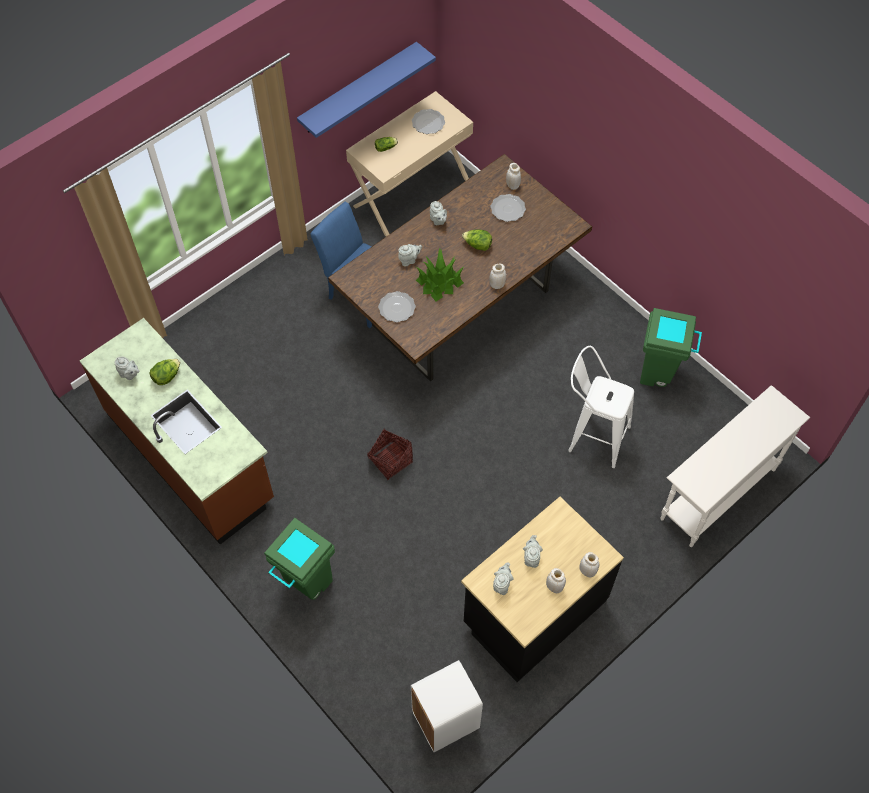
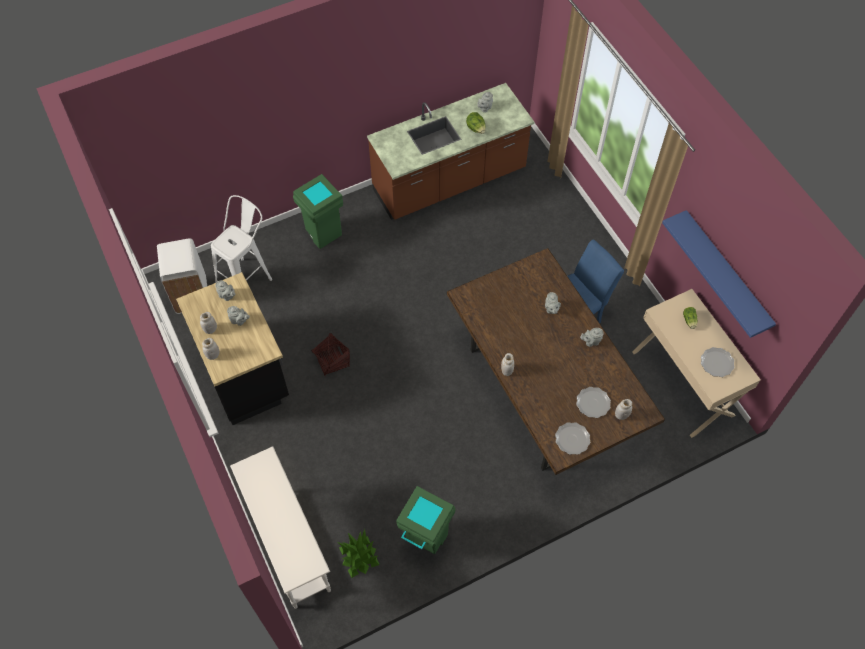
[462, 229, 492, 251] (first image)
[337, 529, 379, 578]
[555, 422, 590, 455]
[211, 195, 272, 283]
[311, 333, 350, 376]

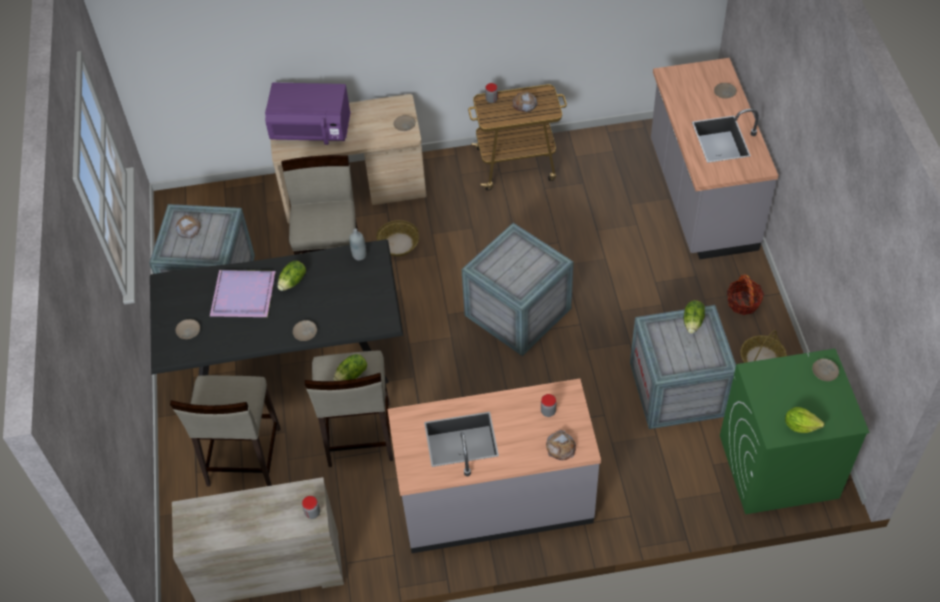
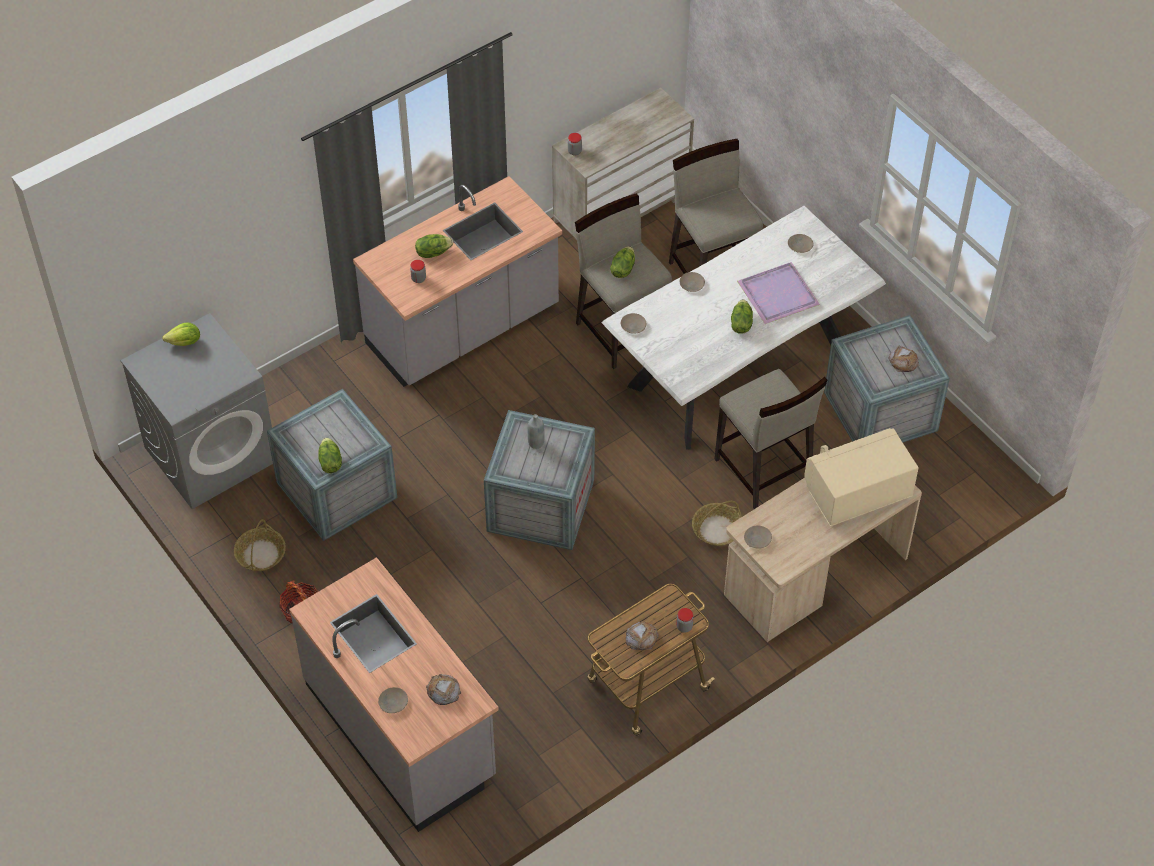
[804, 428, 919, 526]
[527, 414, 545, 449]
[601, 206, 886, 450]
[120, 313, 273, 509]
[621, 313, 646, 334]
[426, 674, 461, 705]
[415, 234, 453, 258]

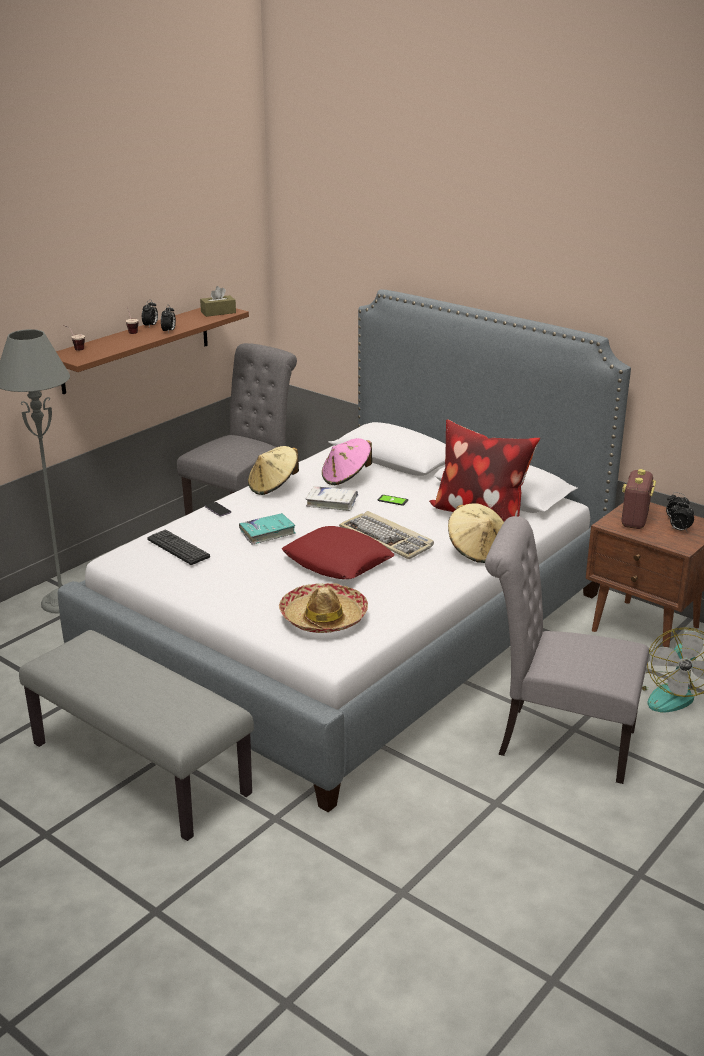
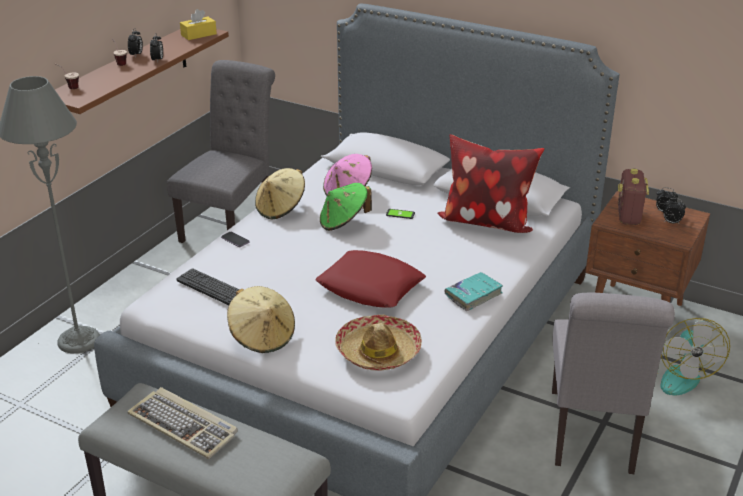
[180, 9, 217, 40]
[320, 183, 372, 231]
[227, 286, 295, 353]
[127, 387, 237, 459]
[445, 272, 503, 311]
[552, 293, 675, 474]

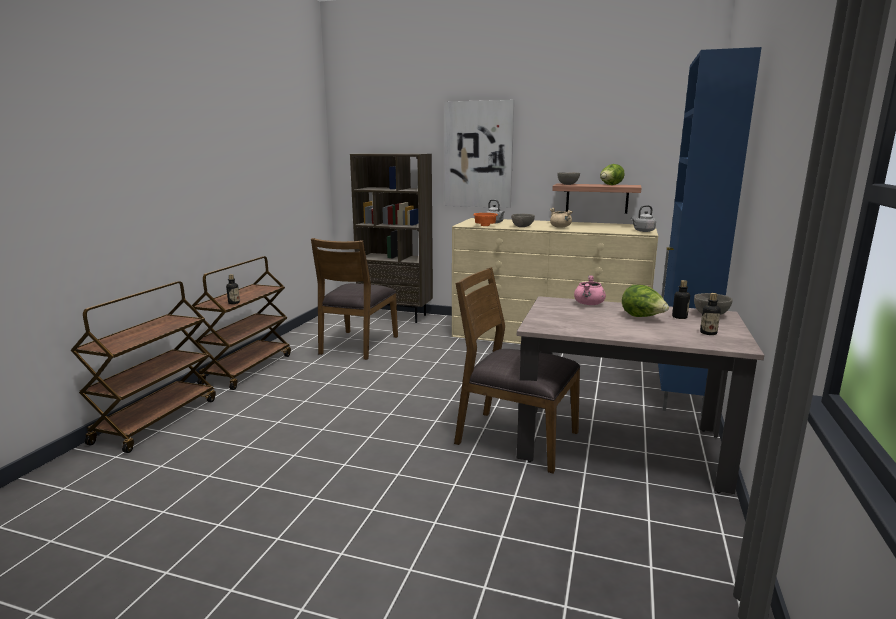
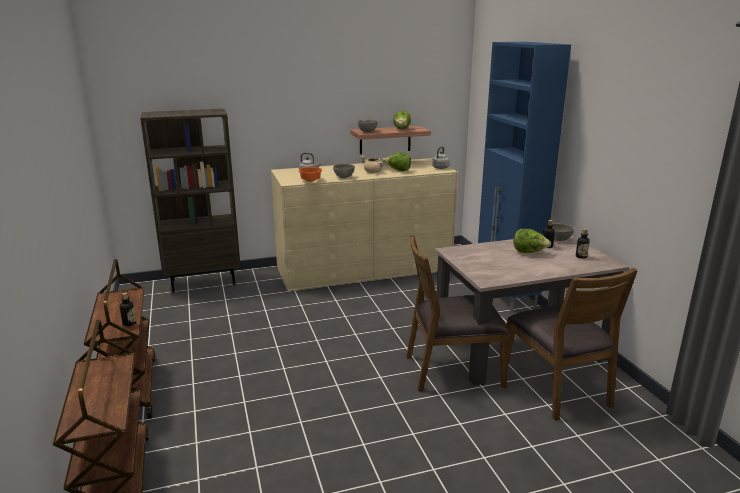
[444, 100, 514, 208] (first image)
[507, 268, 637, 421]
[574, 275, 606, 305] (first image)
[385, 152, 411, 171]

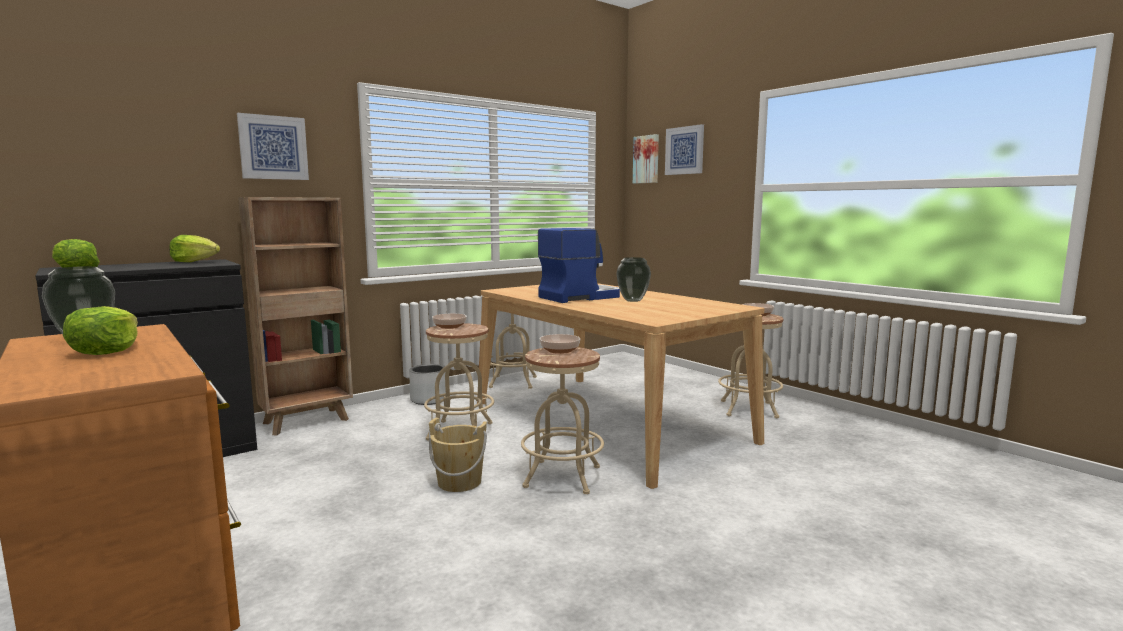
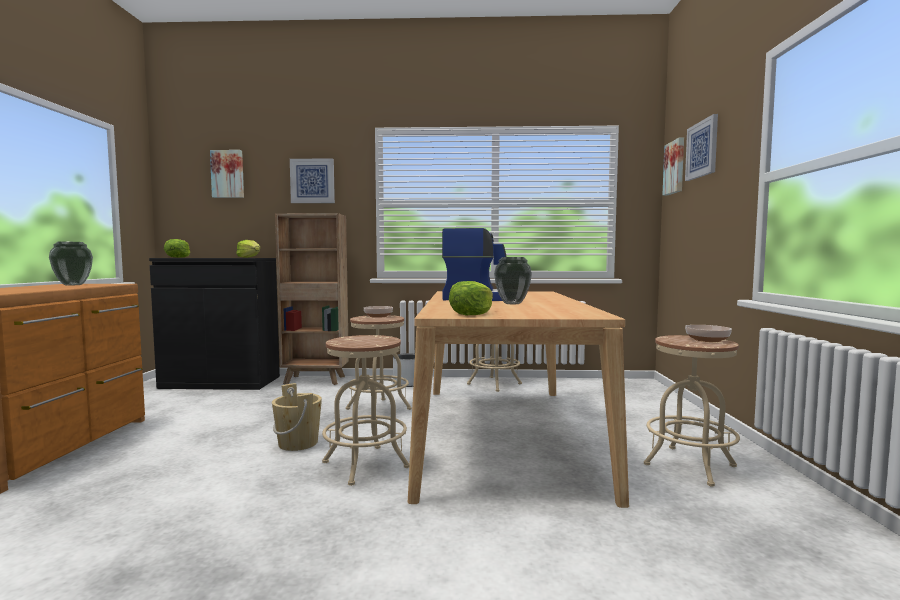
[449, 281, 493, 315]
[540, 334, 580, 354] (first image)
[210, 150, 244, 198]

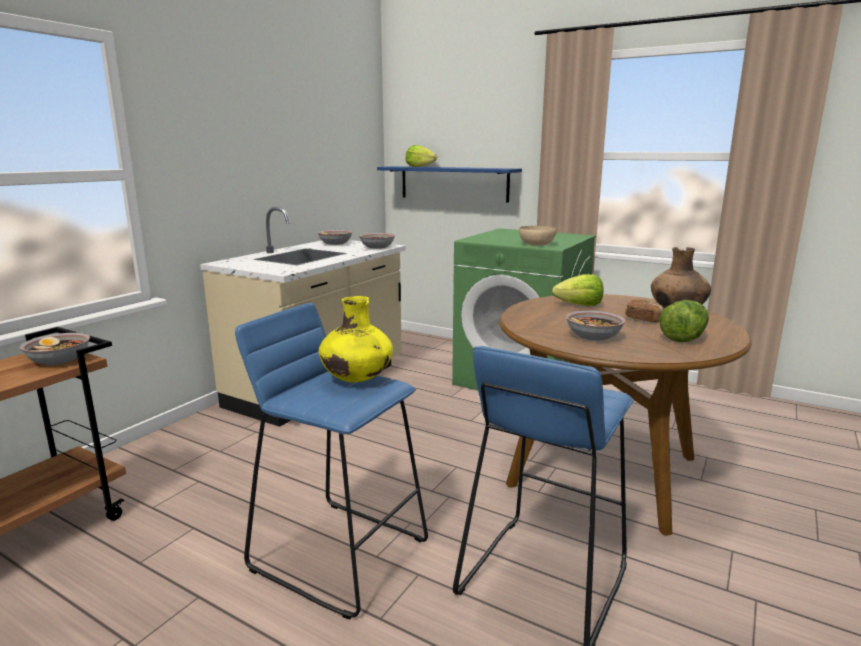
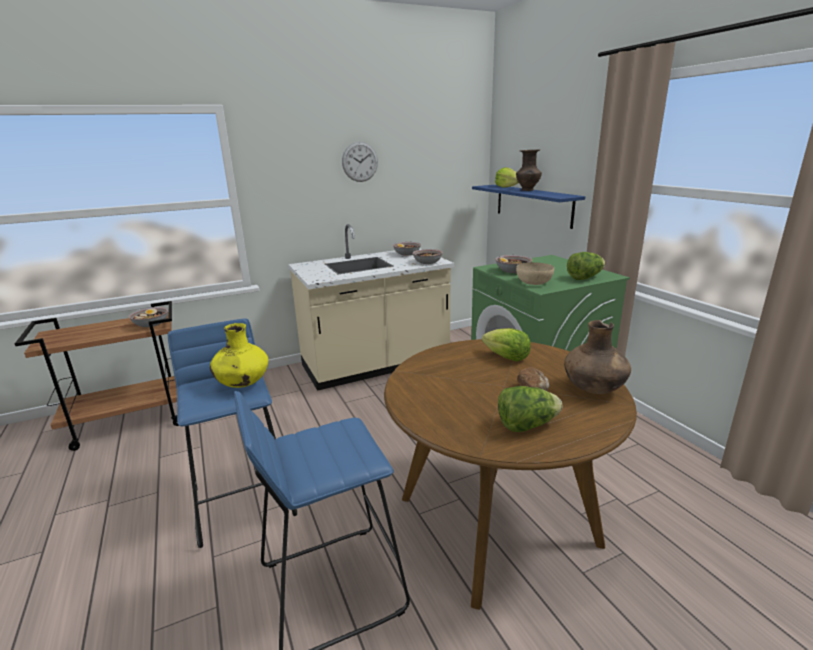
[495, 255, 533, 273]
[342, 142, 378, 182]
[516, 149, 542, 191]
[567, 252, 605, 280]

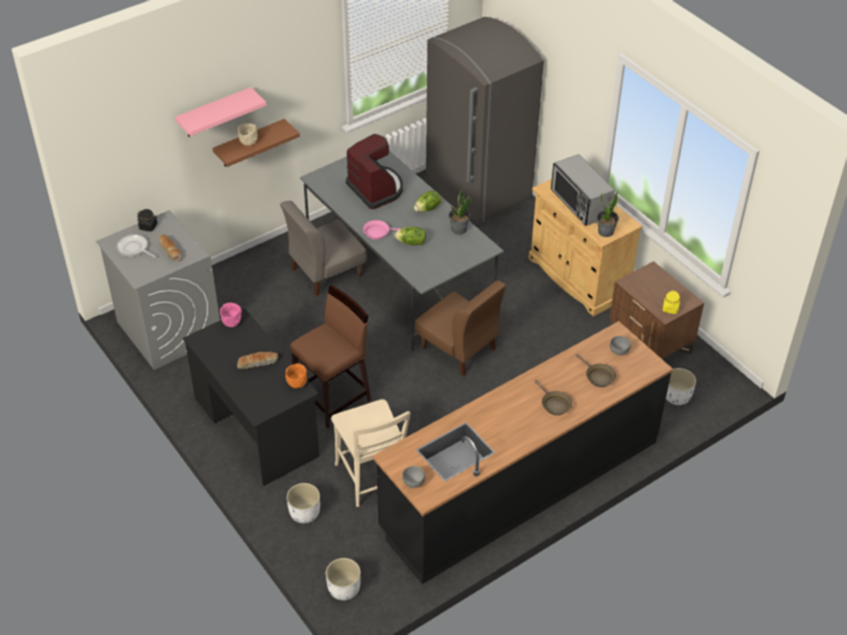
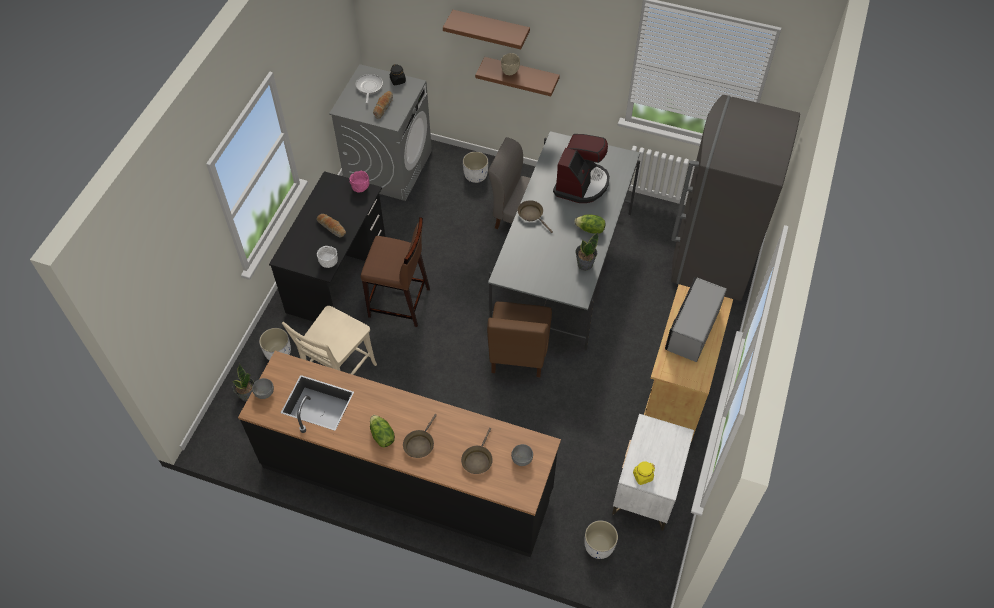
[443, 10, 530, 49]
[232, 364, 254, 402]
[517, 200, 553, 233]
[370, 415, 395, 447]
[612, 414, 694, 531]
[317, 246, 338, 268]
[463, 152, 488, 183]

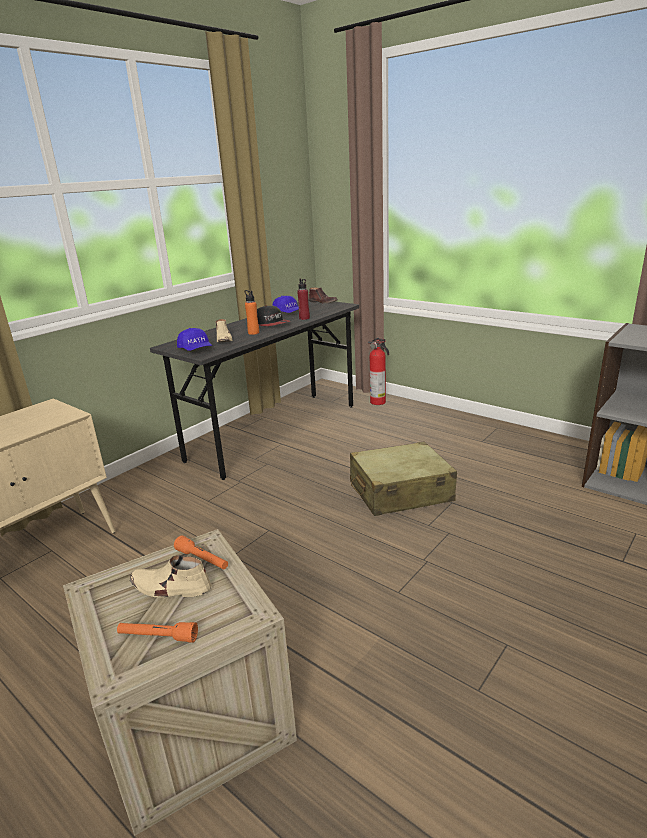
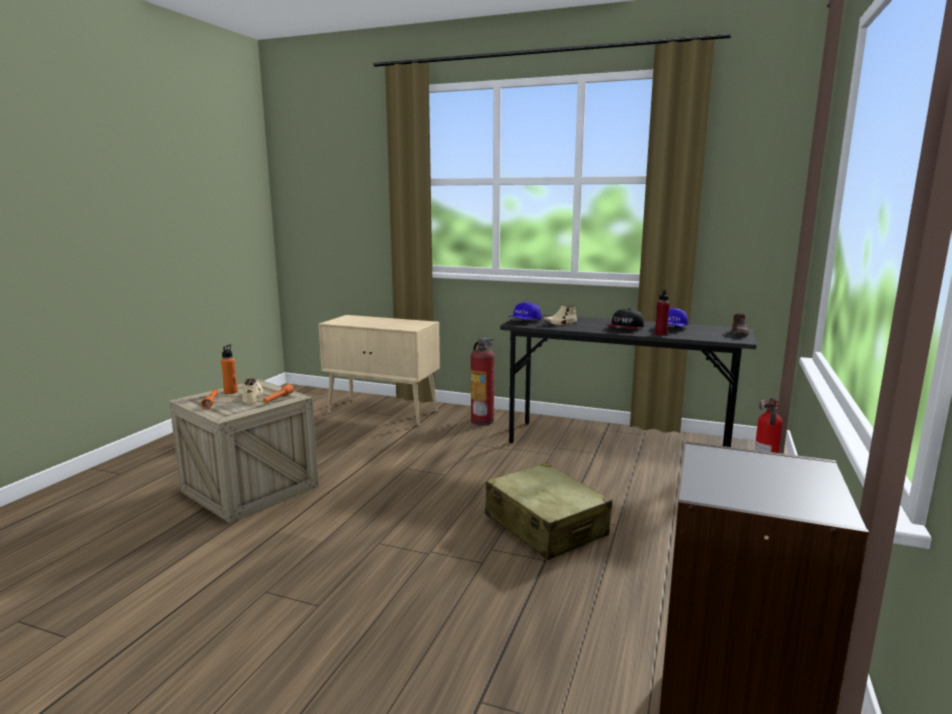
[221, 345, 238, 394]
[471, 338, 494, 425]

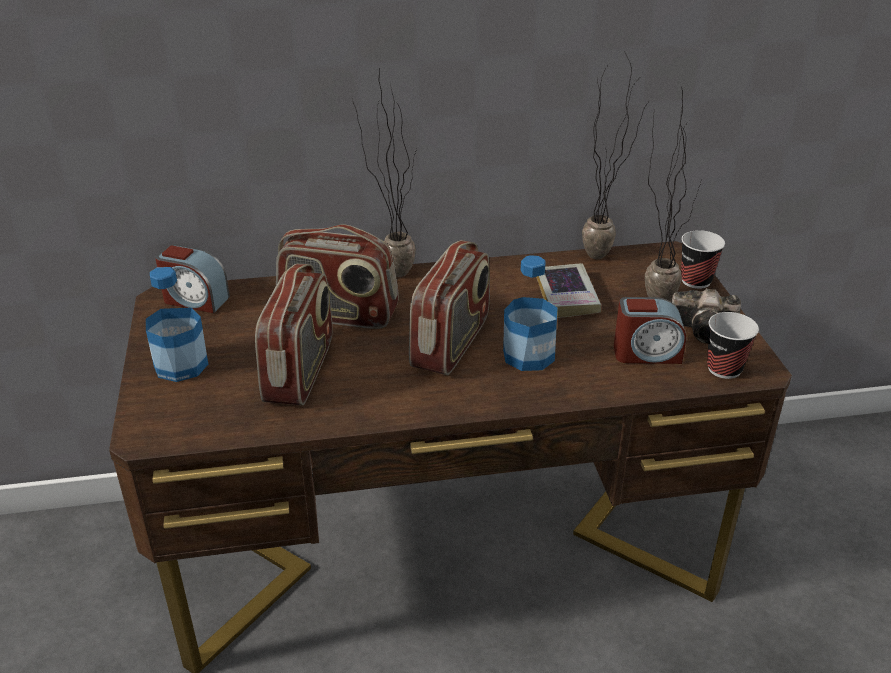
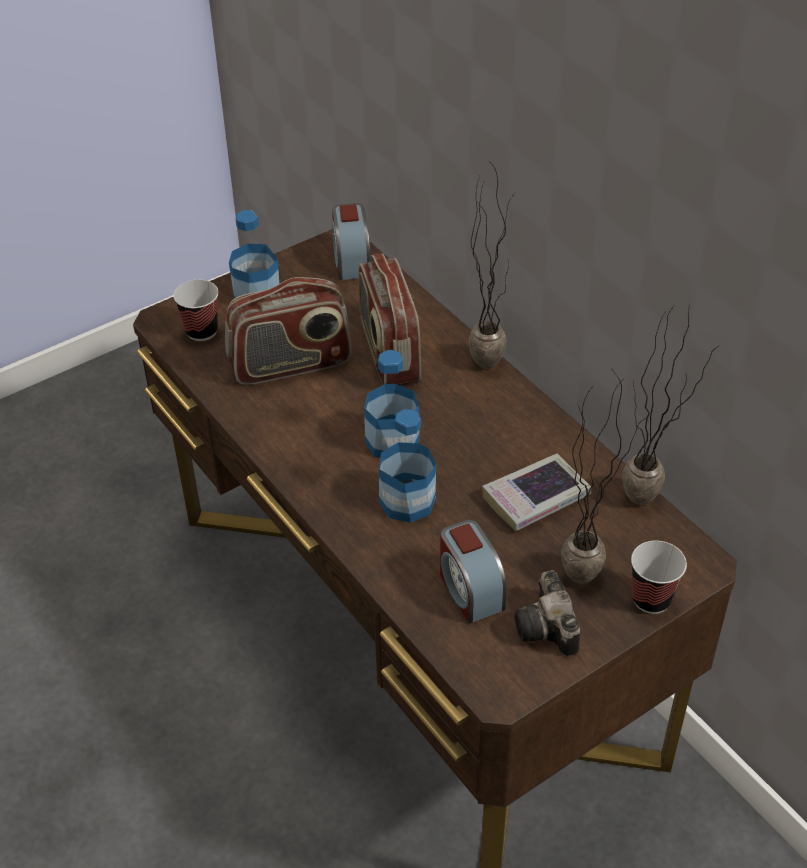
[364, 350, 420, 458]
[173, 280, 218, 341]

